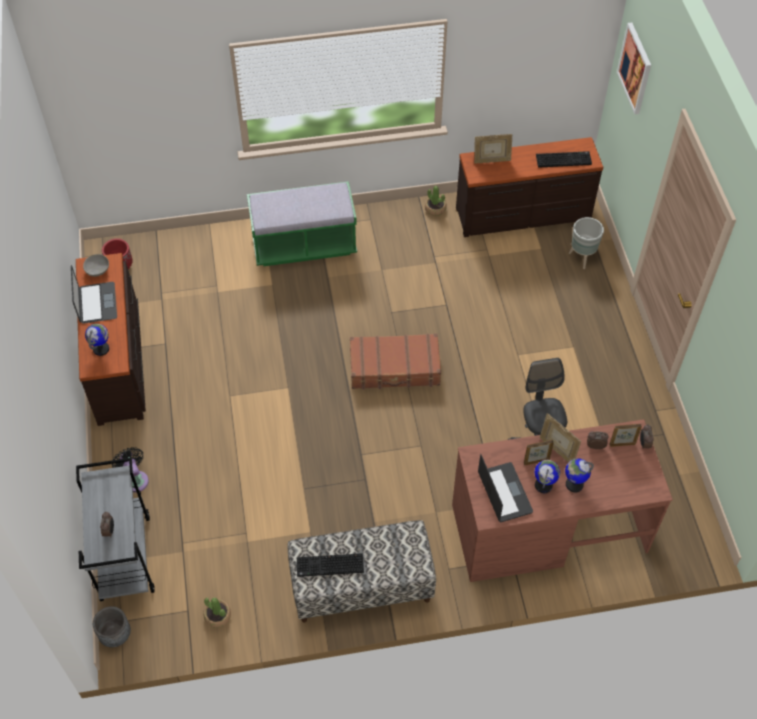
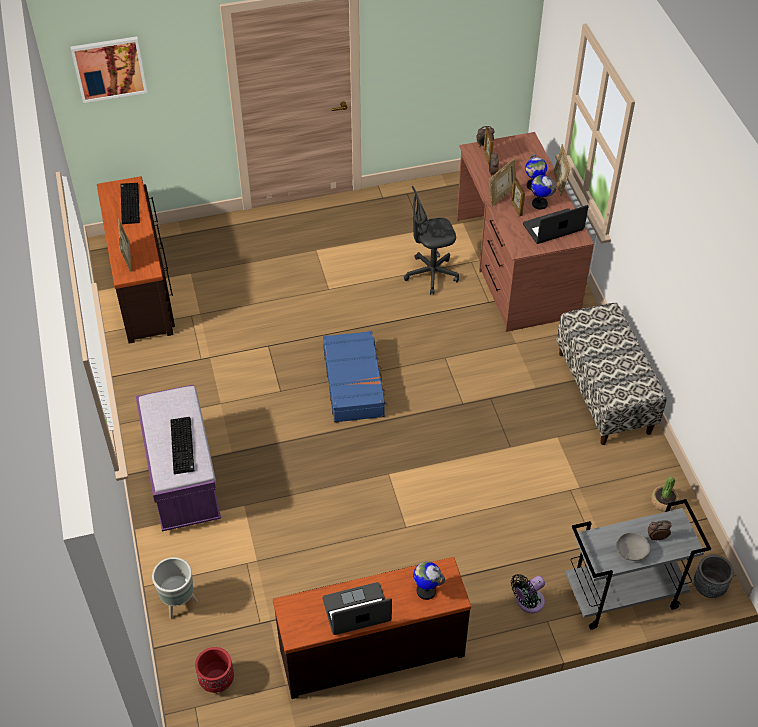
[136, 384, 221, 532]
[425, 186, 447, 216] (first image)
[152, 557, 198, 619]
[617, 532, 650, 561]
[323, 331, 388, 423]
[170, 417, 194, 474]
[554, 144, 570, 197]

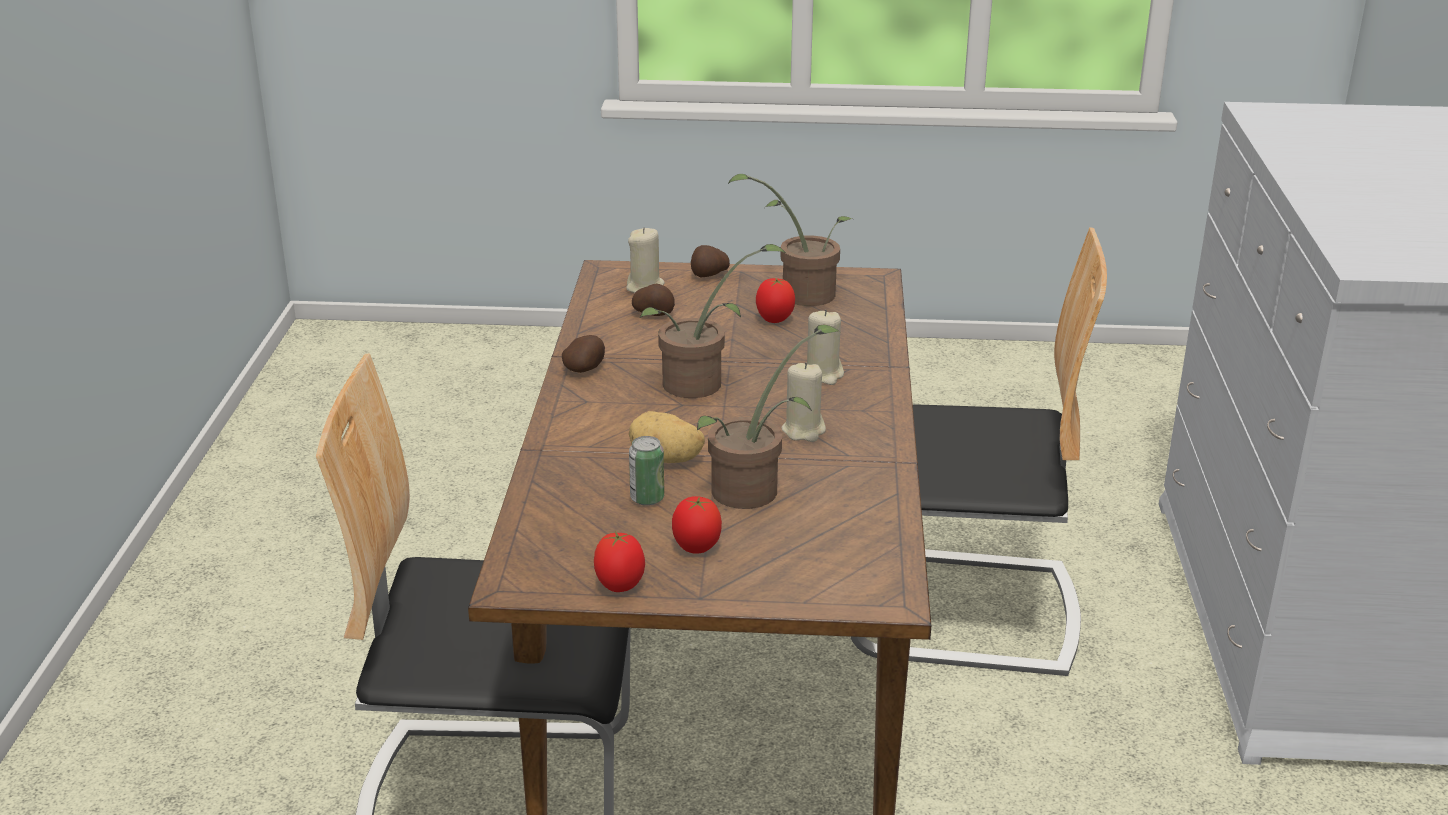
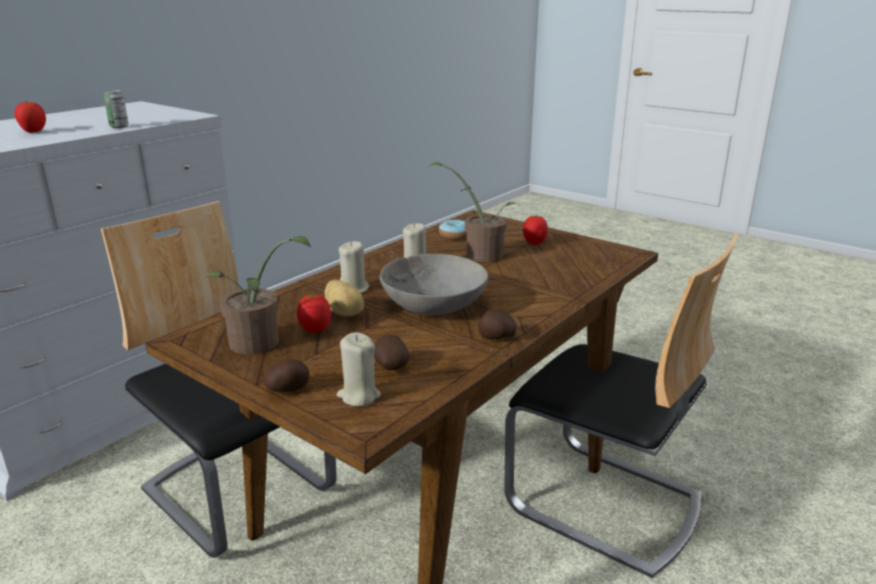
[380, 254, 488, 315]
[324, 280, 364, 316]
[104, 90, 129, 128]
[15, 101, 46, 133]
[439, 220, 467, 240]

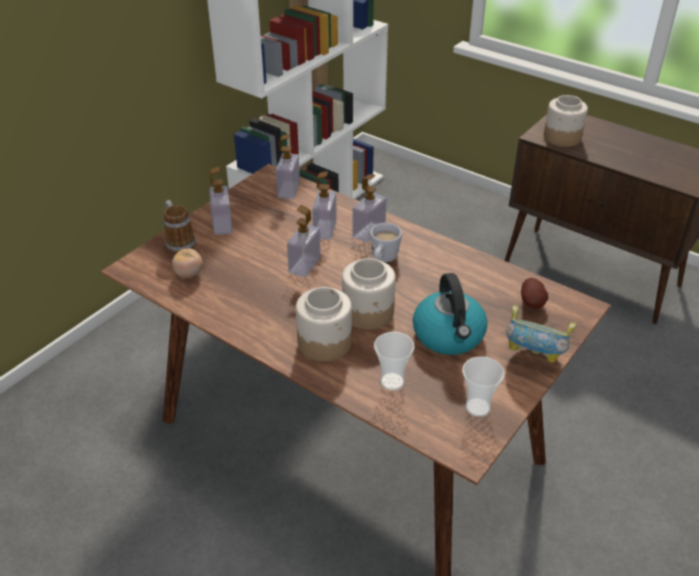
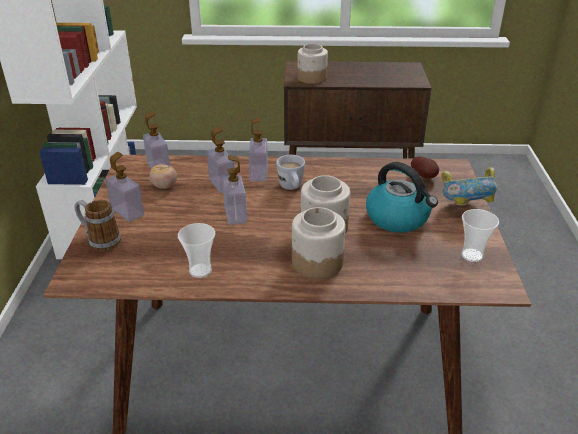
[149, 164, 177, 189]
[178, 223, 215, 278]

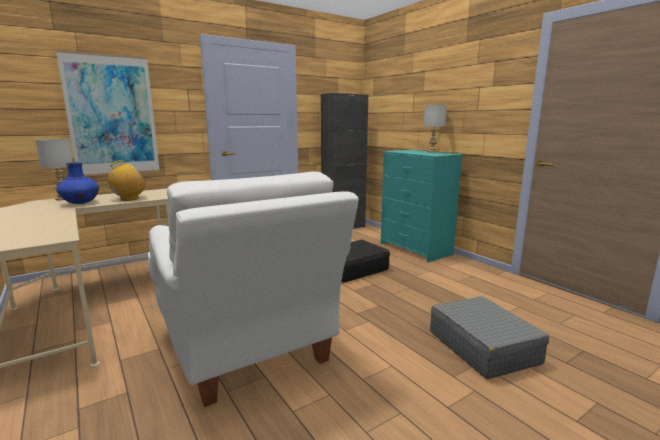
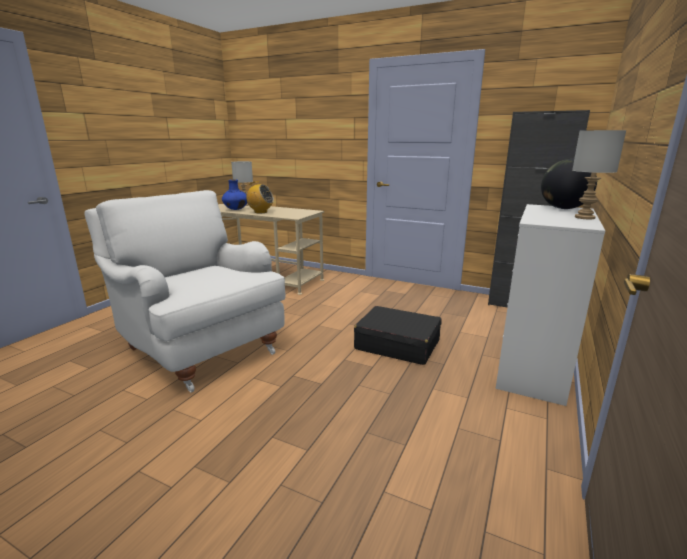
[56, 49, 160, 176] (first image)
[496, 204, 605, 406]
[84, 190, 285, 393]
[430, 296, 549, 379] (first image)
[541, 159, 597, 209]

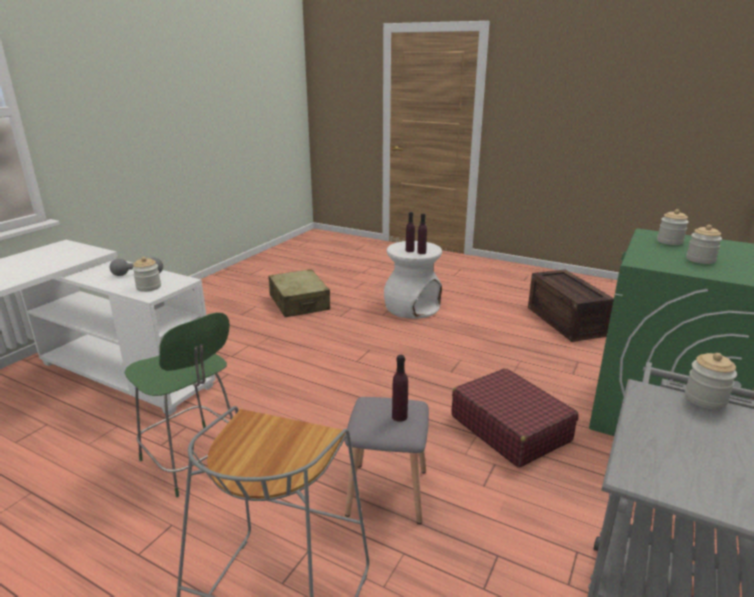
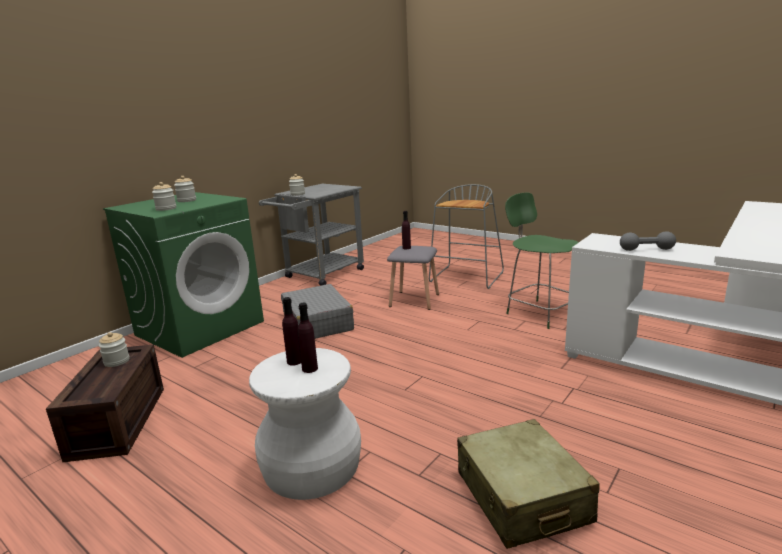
[99, 332, 129, 367]
[281, 284, 354, 339]

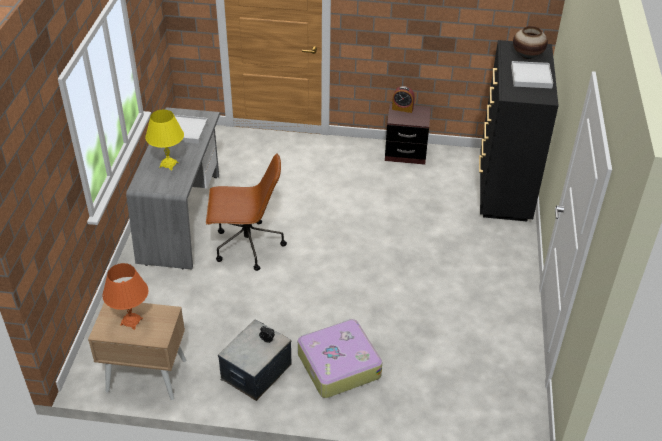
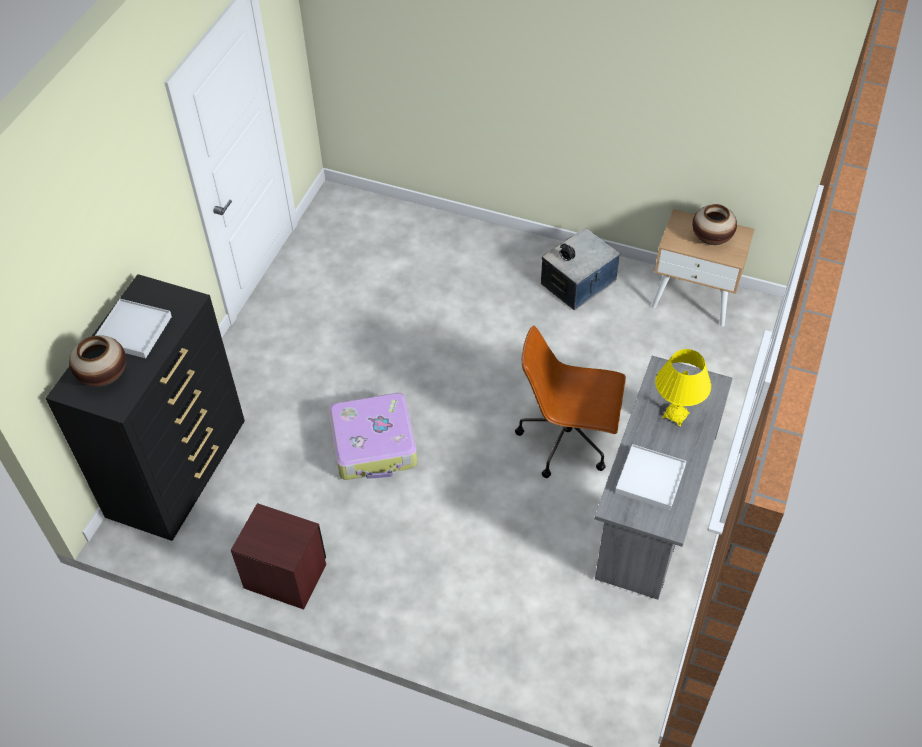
[392, 86, 415, 113] (first image)
[692, 204, 737, 245]
[329, 393, 418, 480]

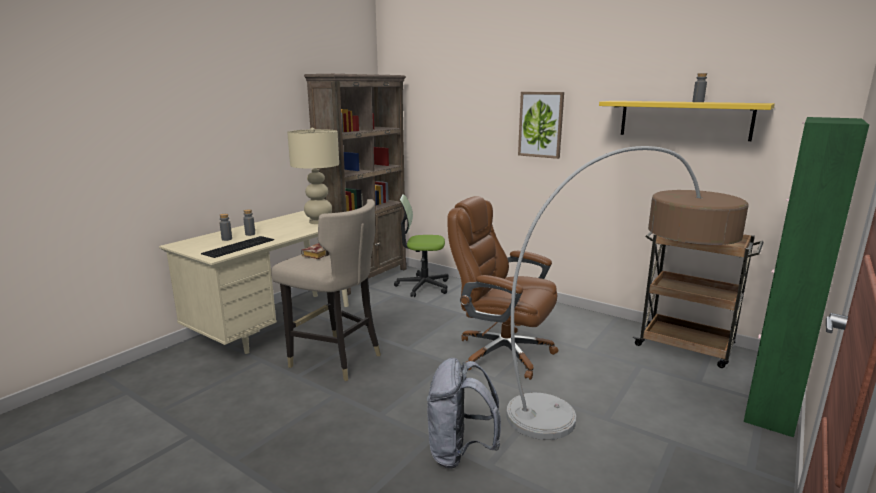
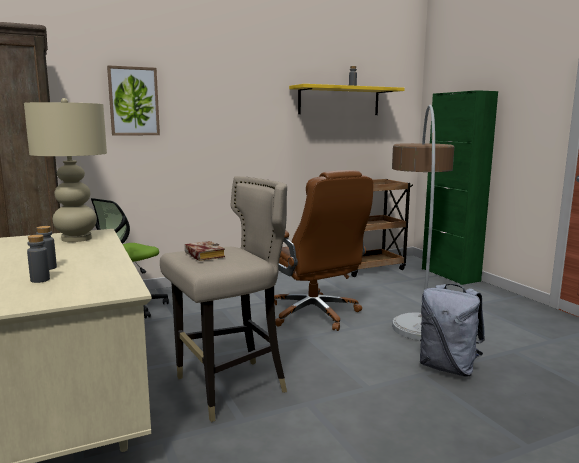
[107, 65, 160, 136]
[274, 170, 373, 331]
[201, 236, 274, 258] (first image)

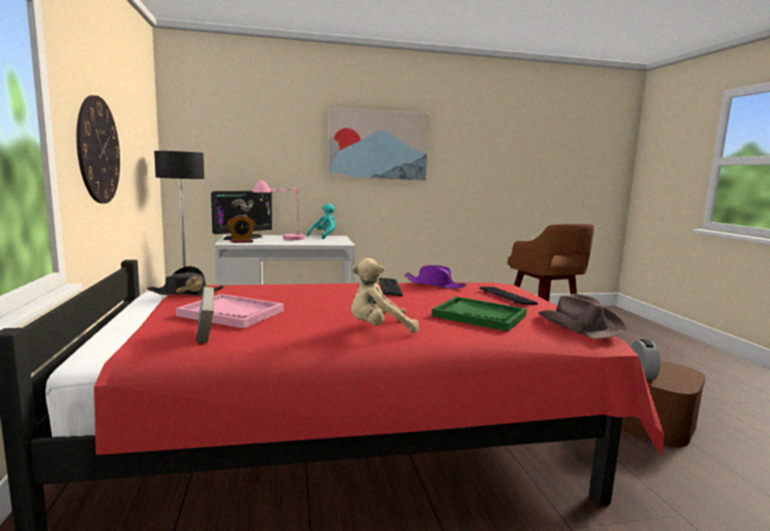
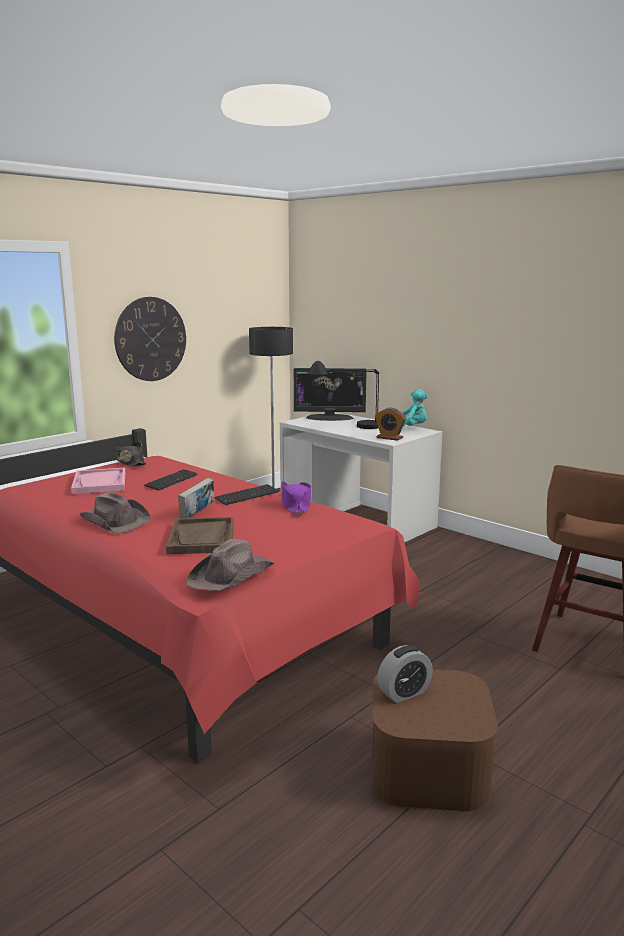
[328, 107, 429, 180] (first image)
[308, 361, 380, 429]
[375, 408, 406, 441]
[79, 492, 151, 533]
[145, 469, 198, 490]
[178, 478, 214, 518]
[166, 517, 234, 554]

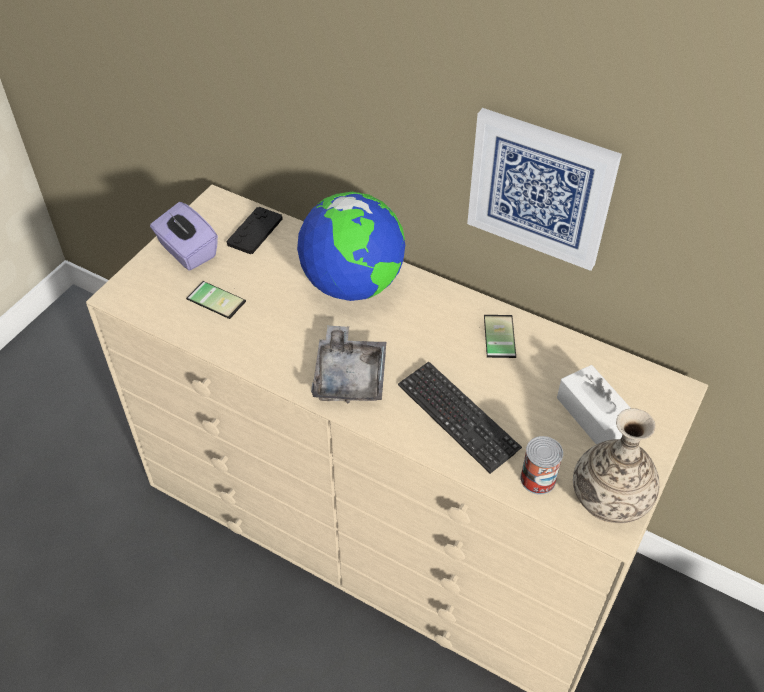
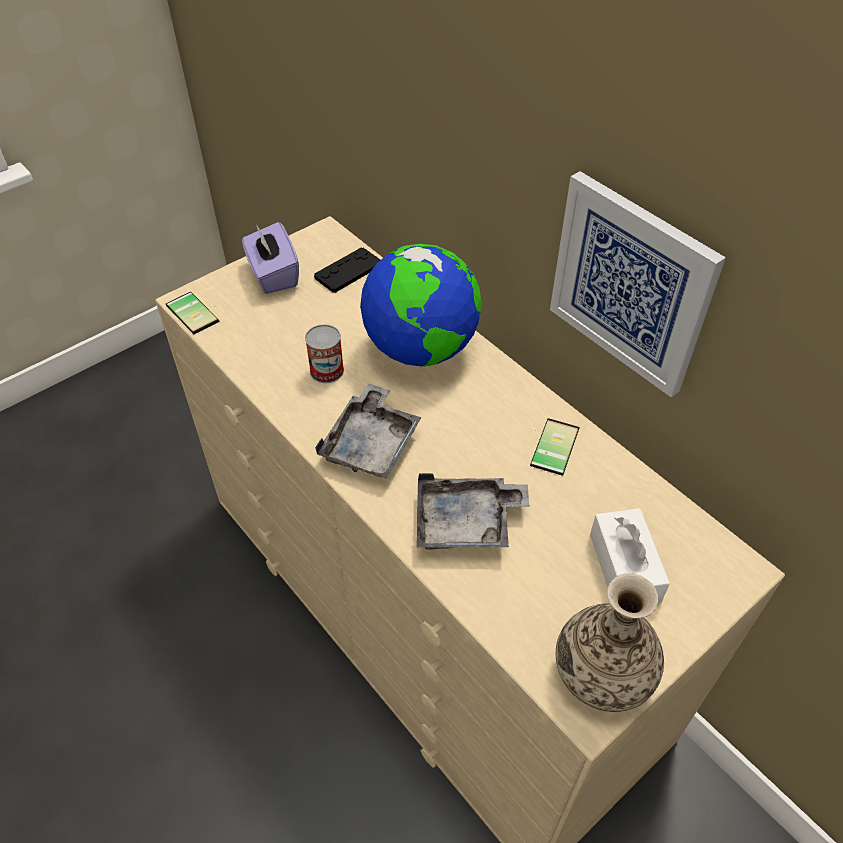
[166, 292, 220, 334]
[417, 473, 529, 550]
[305, 324, 344, 383]

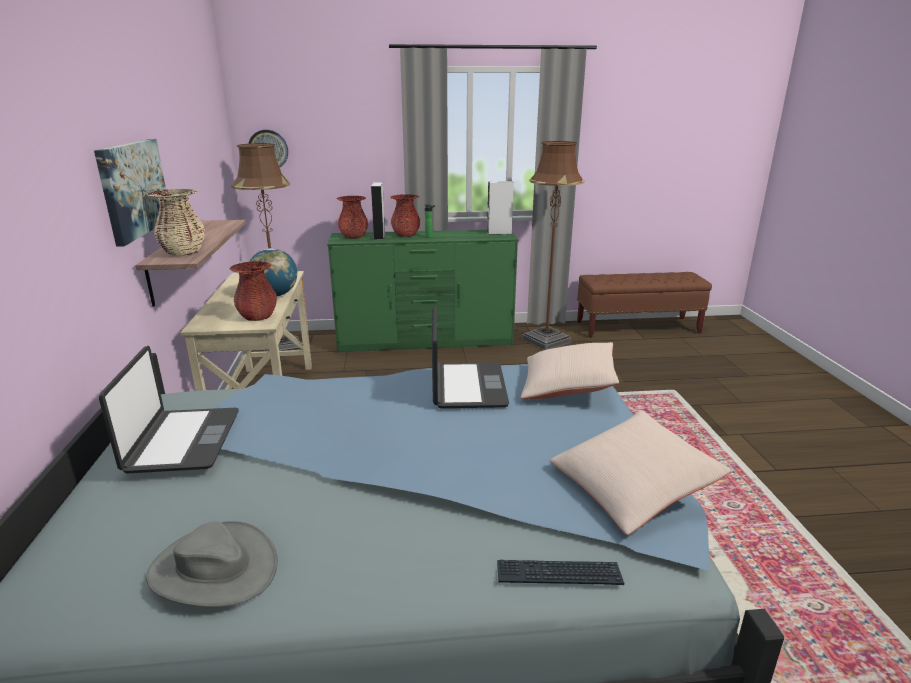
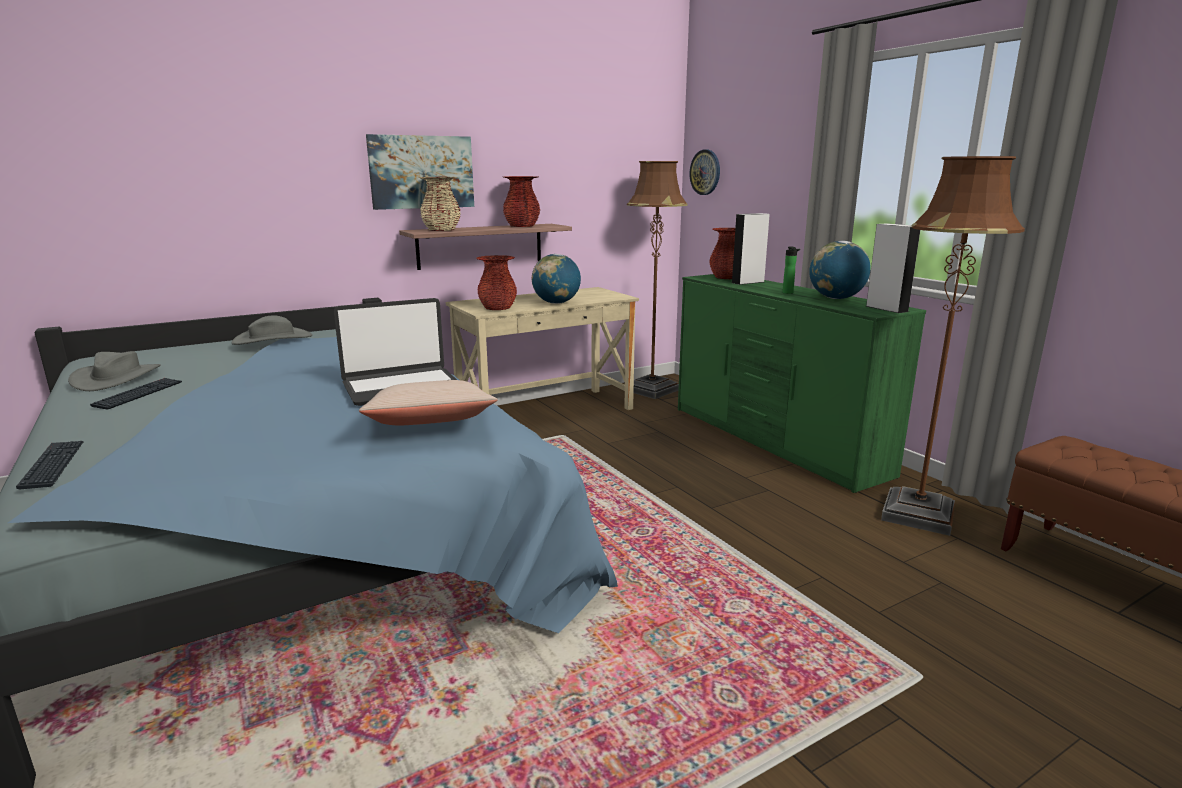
[503, 176, 540, 227]
[232, 315, 312, 345]
[549, 410, 731, 535] (first image)
[809, 241, 871, 299]
[90, 378, 182, 410]

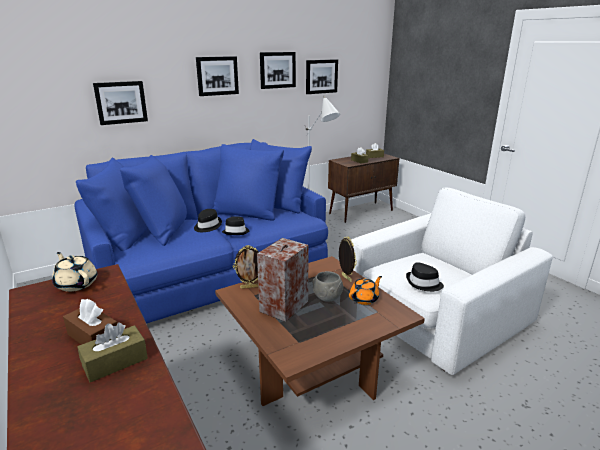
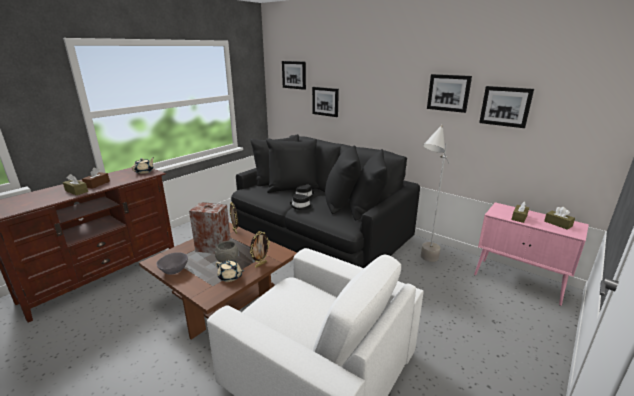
[282, 61, 306, 90]
[231, 134, 420, 268]
[474, 202, 589, 306]
[406, 262, 444, 292] (first image)
[216, 260, 244, 282]
[157, 252, 188, 274]

